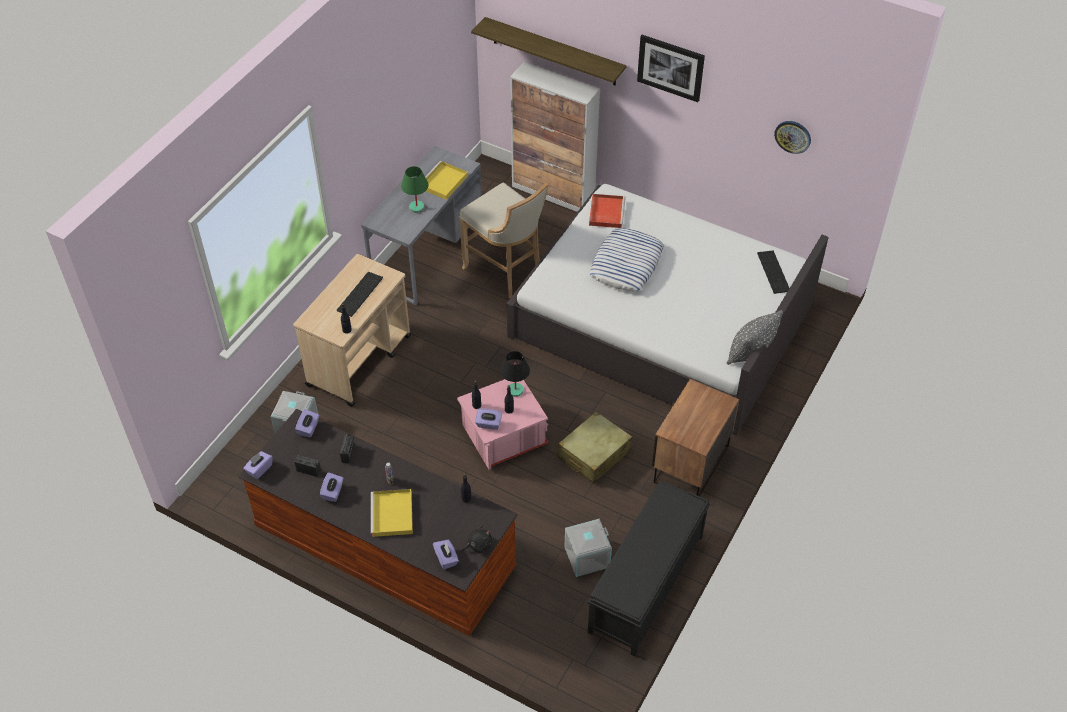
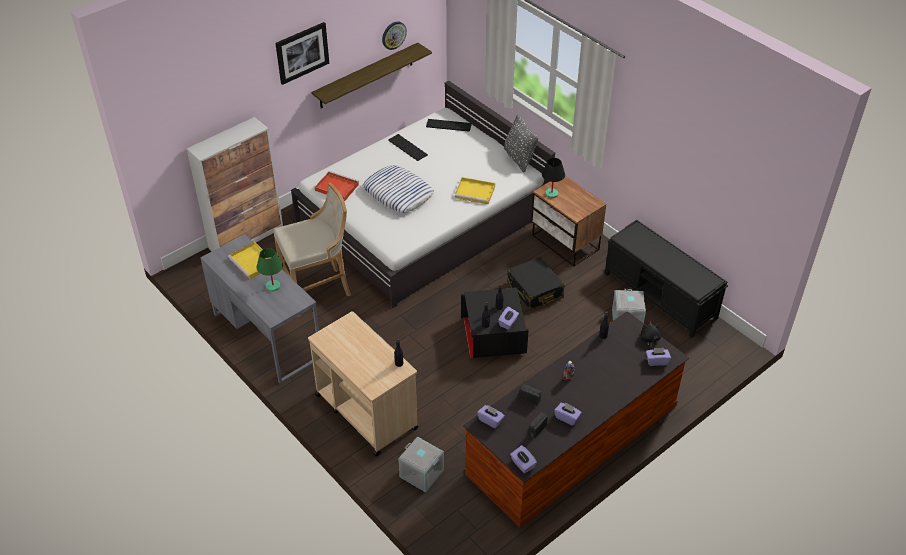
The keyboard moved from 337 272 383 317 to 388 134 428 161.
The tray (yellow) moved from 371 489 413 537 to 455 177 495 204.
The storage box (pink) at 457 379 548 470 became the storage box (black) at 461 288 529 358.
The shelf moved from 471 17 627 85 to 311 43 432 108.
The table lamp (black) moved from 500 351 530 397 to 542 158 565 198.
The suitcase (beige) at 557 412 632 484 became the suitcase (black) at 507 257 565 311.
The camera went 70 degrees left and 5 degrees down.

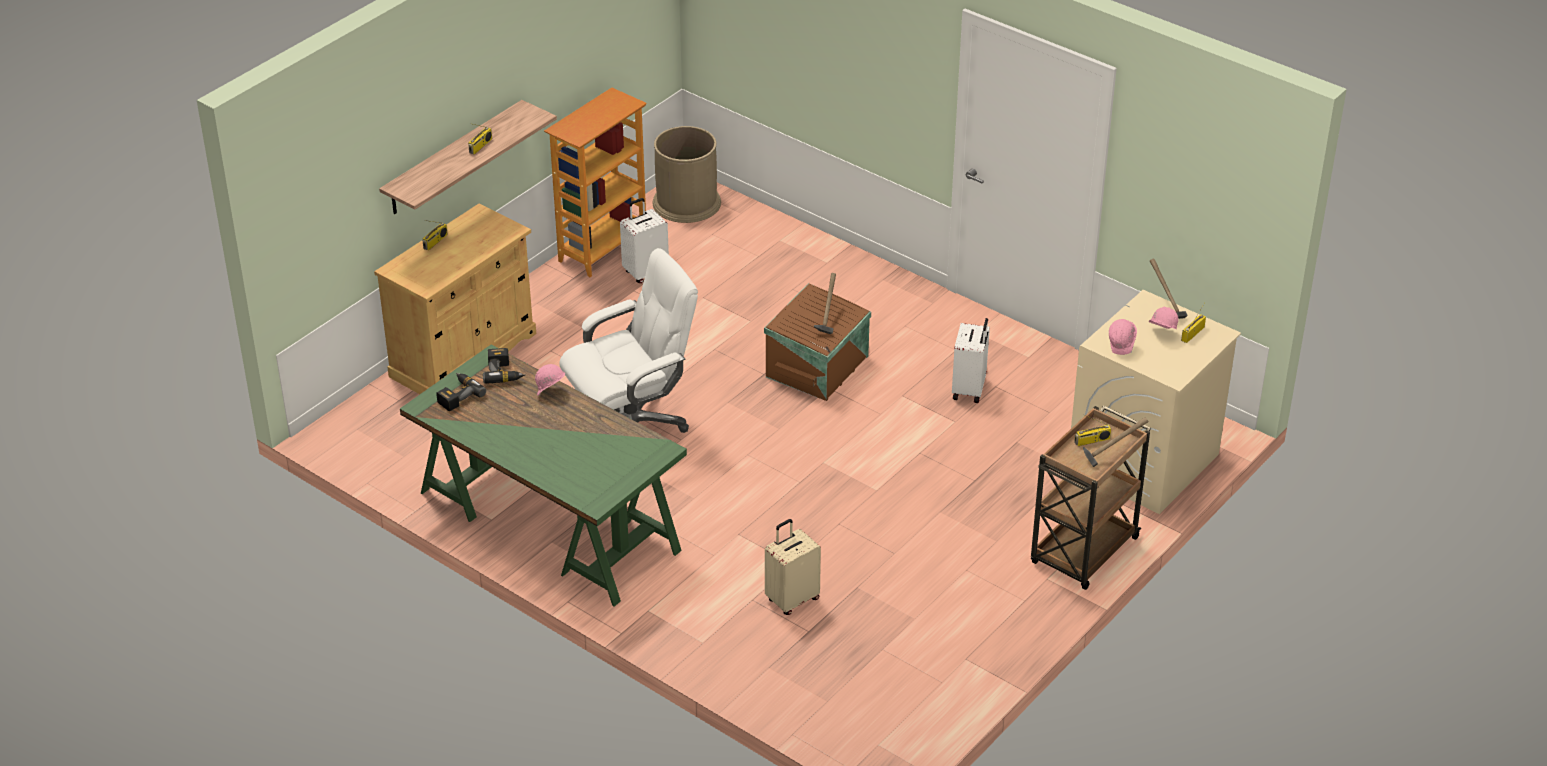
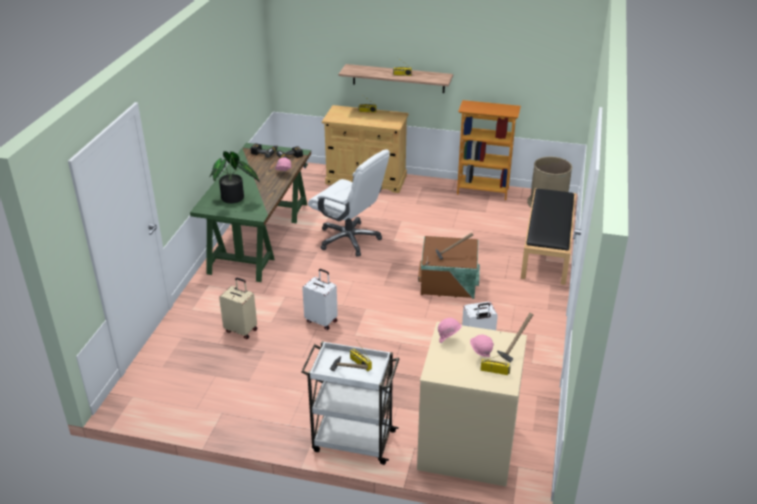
The suitcase (white) moved from 620 198 669 283 to 302 269 338 330.
The cart (brown) at 1031 406 1151 590 became the cart (white) at 301 341 399 465.
The potted plant at 210 151 260 204 appeared.
The bench (black) at 521 188 576 285 appeared.
The camera went 65 degrees right and 5 degrees down.

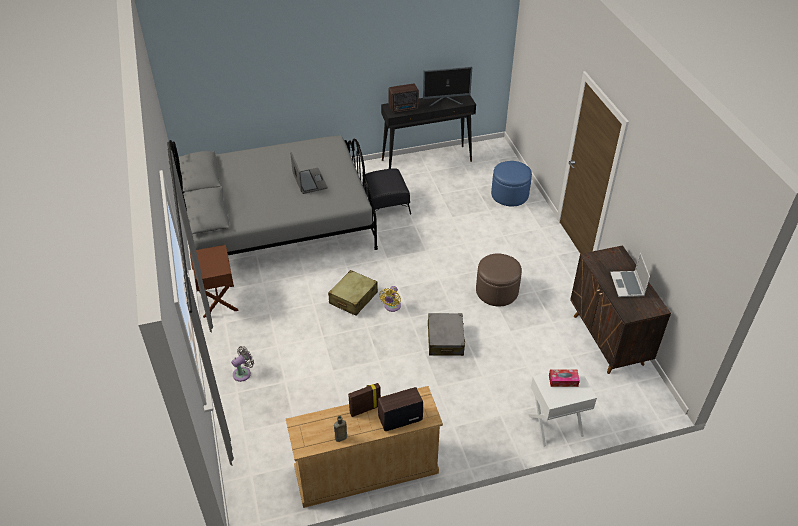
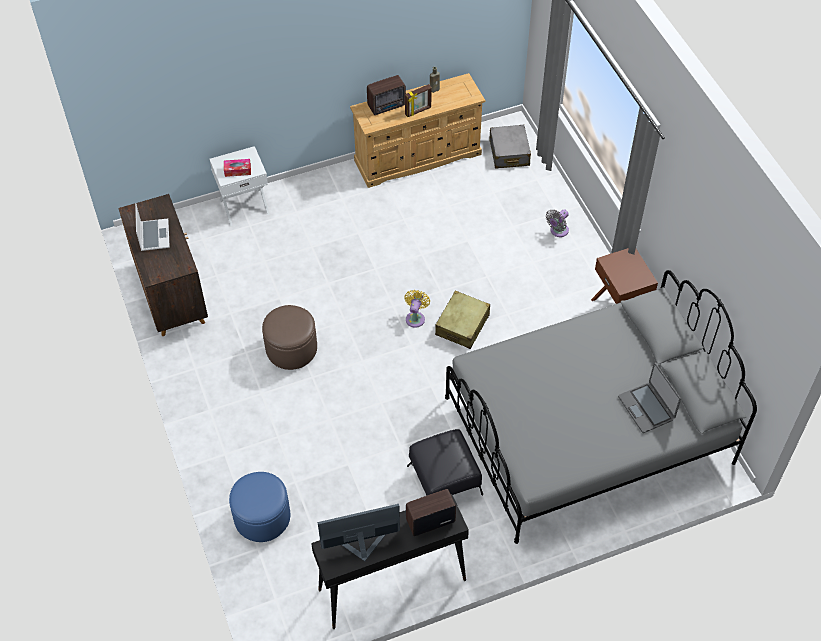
The laptop moved from 290 152 327 194 to 618 362 681 433.
The suitcase (grey) moved from 428 313 466 356 to 489 125 531 169.
The camera went 175 degrees right and 10 degrees up.

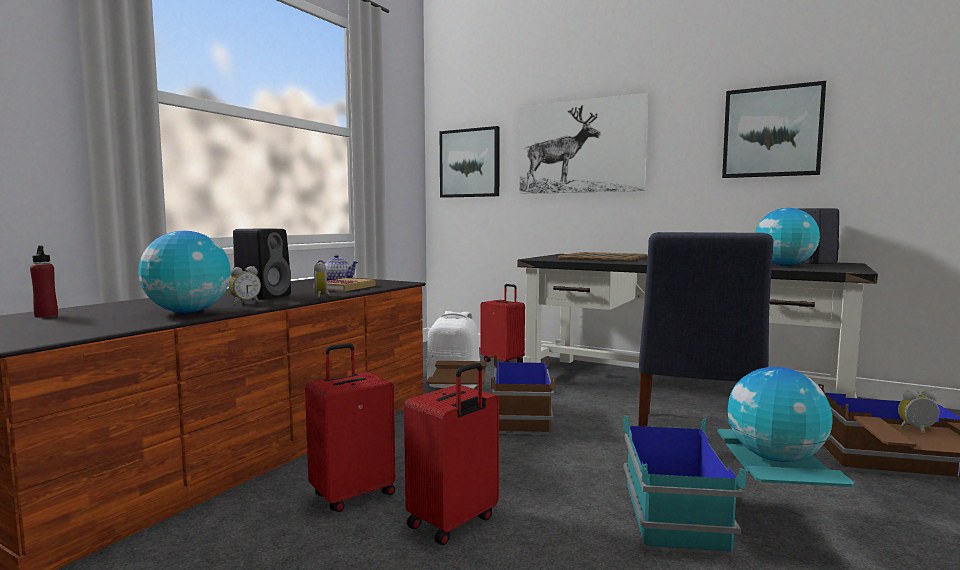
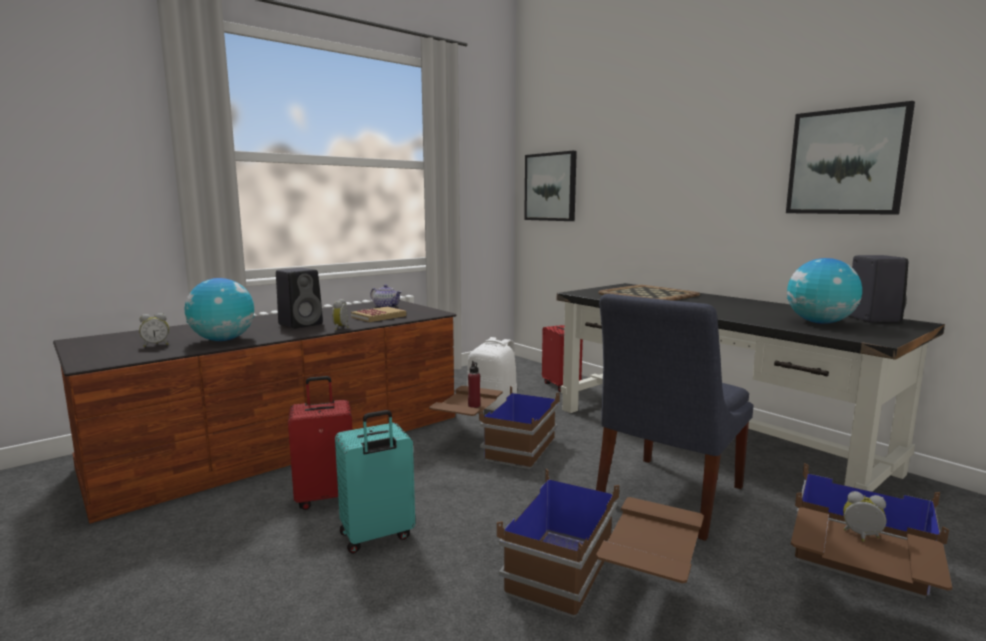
The bottle (red) moved from 30 246 58 318 to 468 361 481 408.
The alarm clock moved from 228 266 261 305 to 139 313 169 347.
The suitcase (red) at 404 363 499 545 became the suitcase (turquoise) at 335 410 415 554.
The picture at 519 93 649 194 disappeared.
The storage box (turquoise) at 623 415 854 555 became the storage box (brown) at 497 469 704 618.
The globe at 728 367 833 462 disappeared.
The camera went 20 degrees right and 5 degrees up.

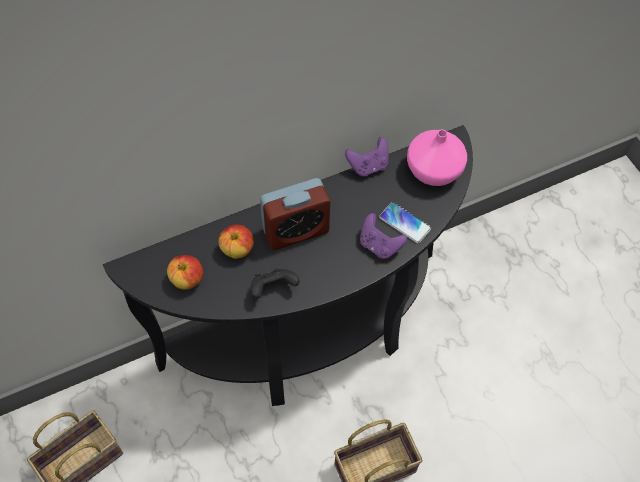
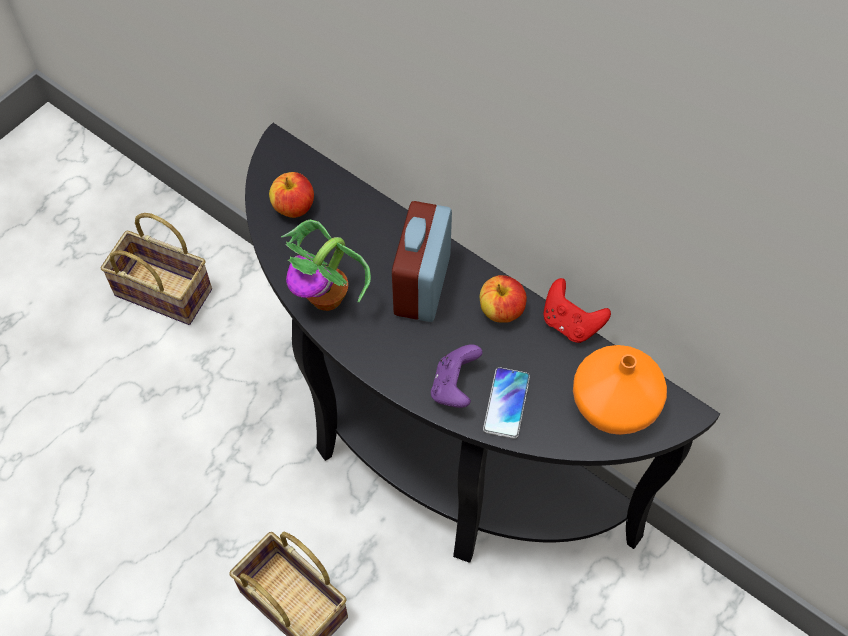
The apple moved from 218 225 253 259 to 480 275 527 323.
The game controller (black) at 250 268 300 298 was replaced by the potted plant at 281 220 371 311.
The alarm clock at 260 178 330 250 turned 60 degrees clockwise.
The game controller (purple) at 345 137 389 176 became the game controller (red) at 543 278 611 343.
The vase (pink) at 407 129 467 186 became the vase (orange) at 573 345 667 435.
The camera went 65 degrees right and 0 degrees up.

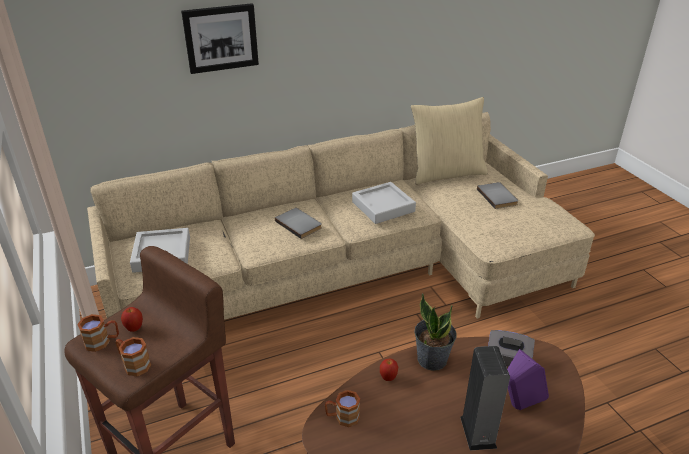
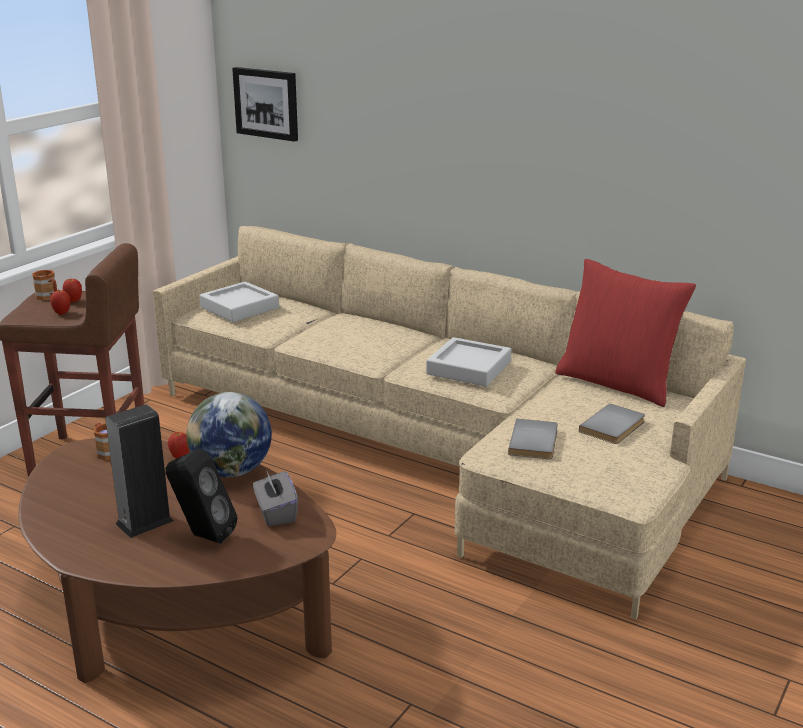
The mug (brown) at 116 337 151 376 disappeared.
The picture moved from 181 3 259 74 to 232 67 298 142.
The book (grey) moved from 275 208 322 239 to 508 419 558 459.
The pillow (beige) at 411 97 488 185 became the pillow (red) at 555 259 696 407.
The potted plant at 414 293 456 371 was replaced by the globe at 186 392 272 477.
The speaker (purple) at 507 349 549 410 became the speaker (black) at 166 448 237 544.
The apple at 50 289 70 315 appeared.
The camera went 55 degrees right and 10 degrees down.

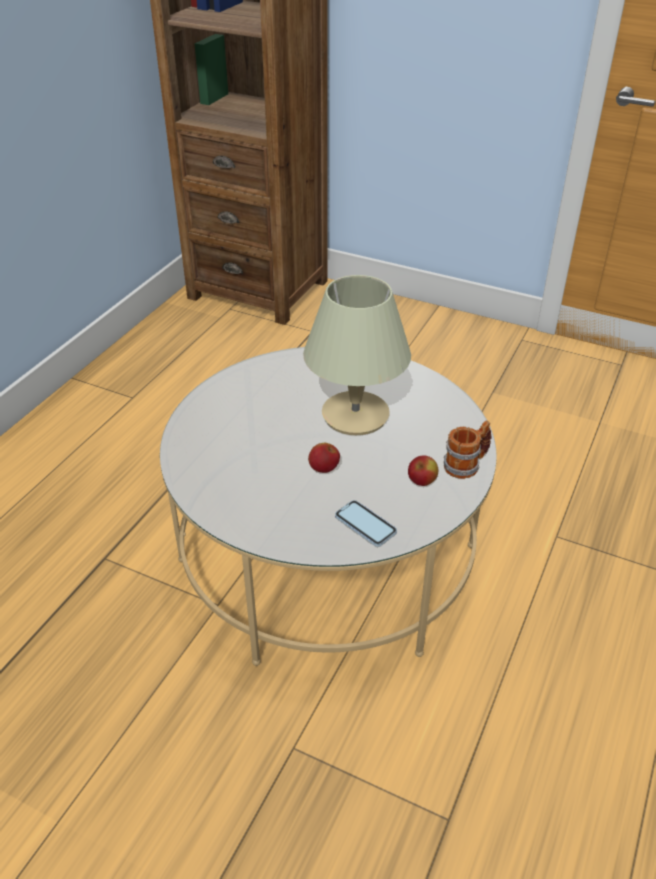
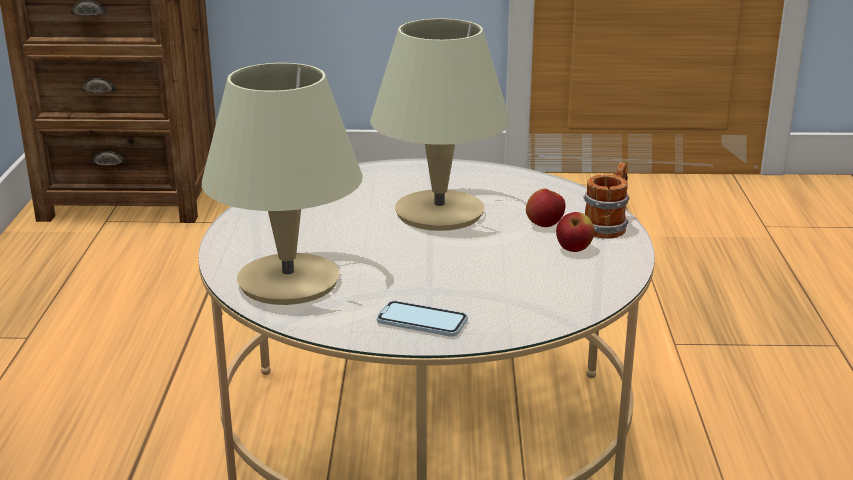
The apple moved from 308 443 340 473 to 526 189 565 227.
The phone moved from 335 500 397 547 to 377 301 468 337.
The table lamp (beige) at 202 63 363 305 appeared.
The camera went 25 degrees left and 15 degrees down.

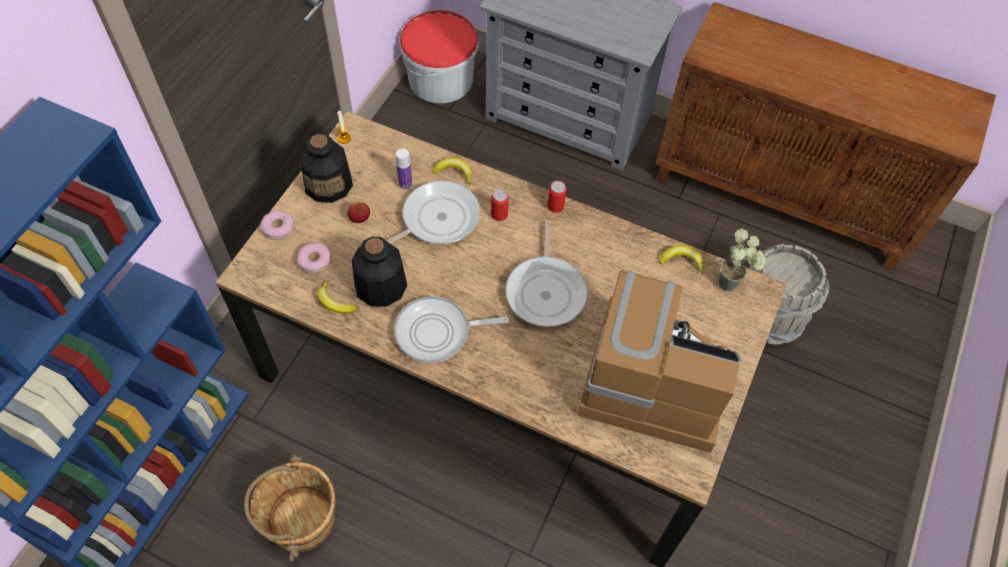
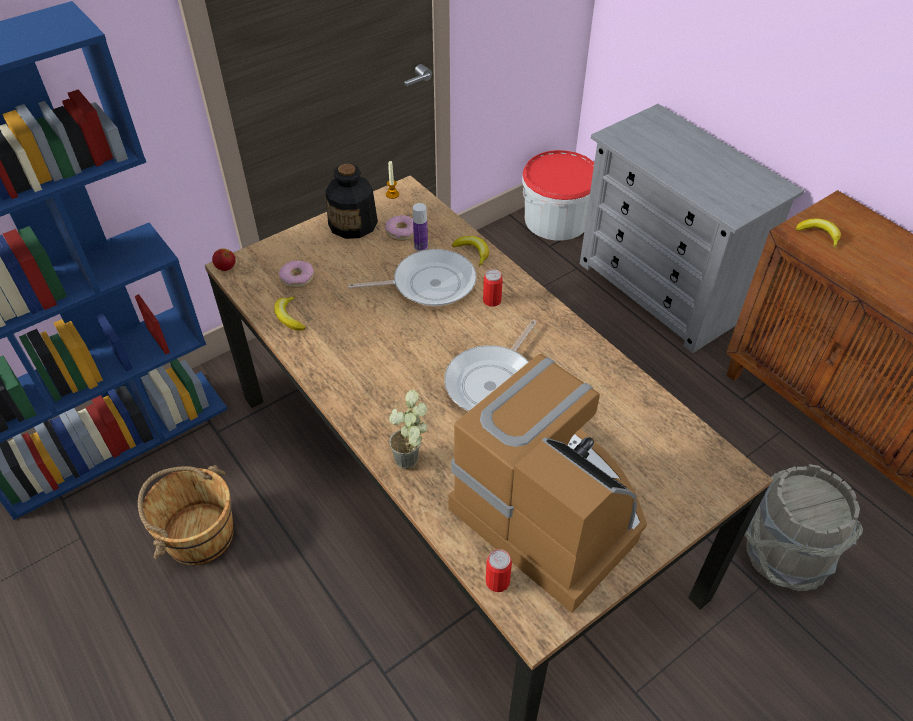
The donut moved from 260 210 295 240 to 385 215 414 241.
The apple moved from 347 202 370 223 to 212 249 236 271.
The bottle at 352 237 407 307 disappeared.
The frying pan at 394 296 509 363 disappeared.
The can moved from 547 181 567 213 to 486 549 512 592.
The banana moved from 659 245 703 274 to 795 218 841 248.
The potted plant moved from 718 229 766 292 to 389 390 427 469.
The camera went 30 degrees right and 10 degrees down.

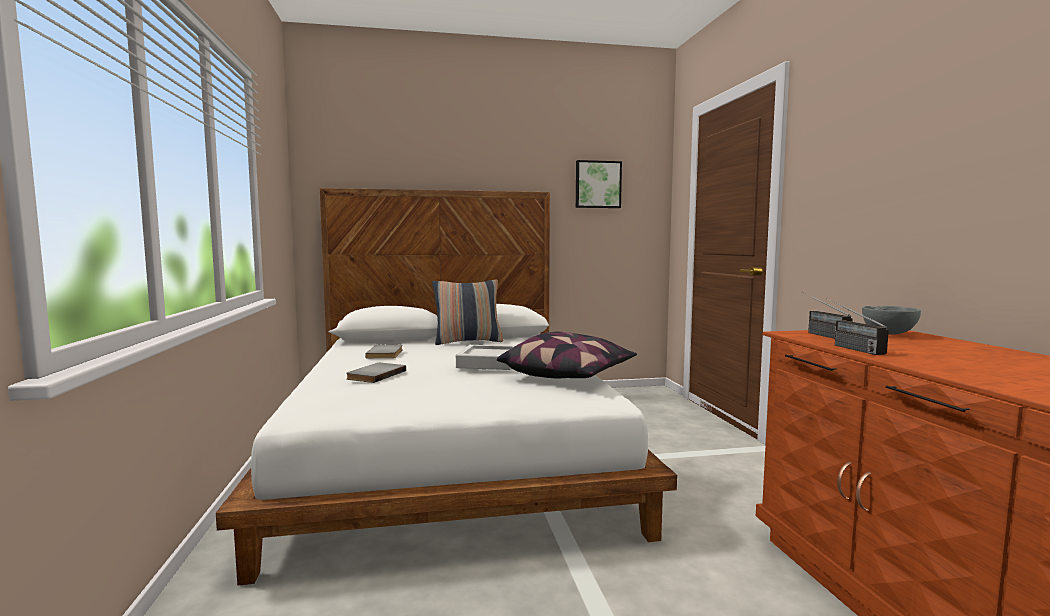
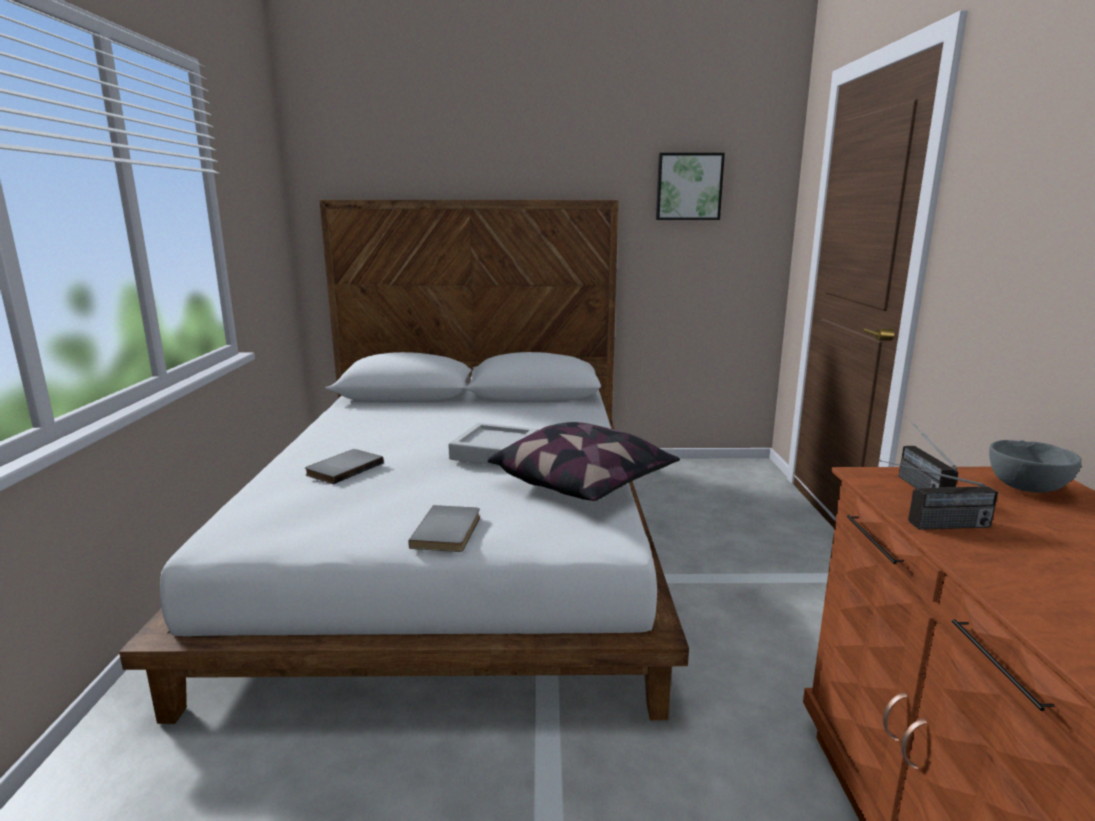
The book (grey) moved from 365 345 403 358 to 408 505 480 552.
The pillow at 432 279 503 345 disappeared.
The radio at 826 298 889 355 turned 90 degrees counterclockwise.
The camera went 10 degrees right and 10 degrees up.

